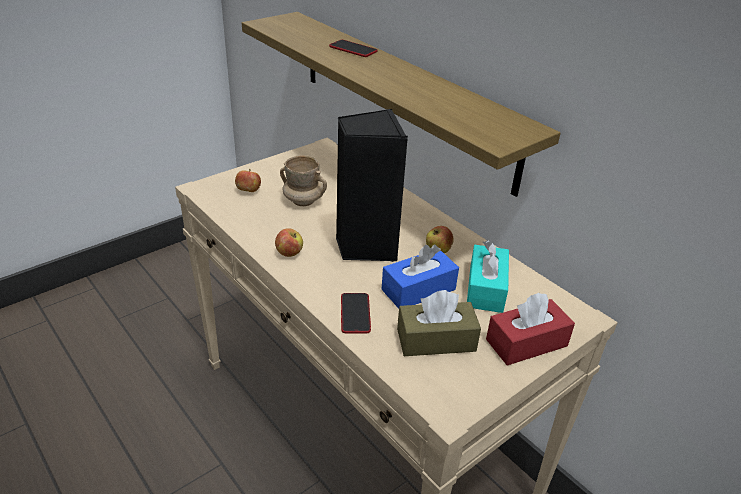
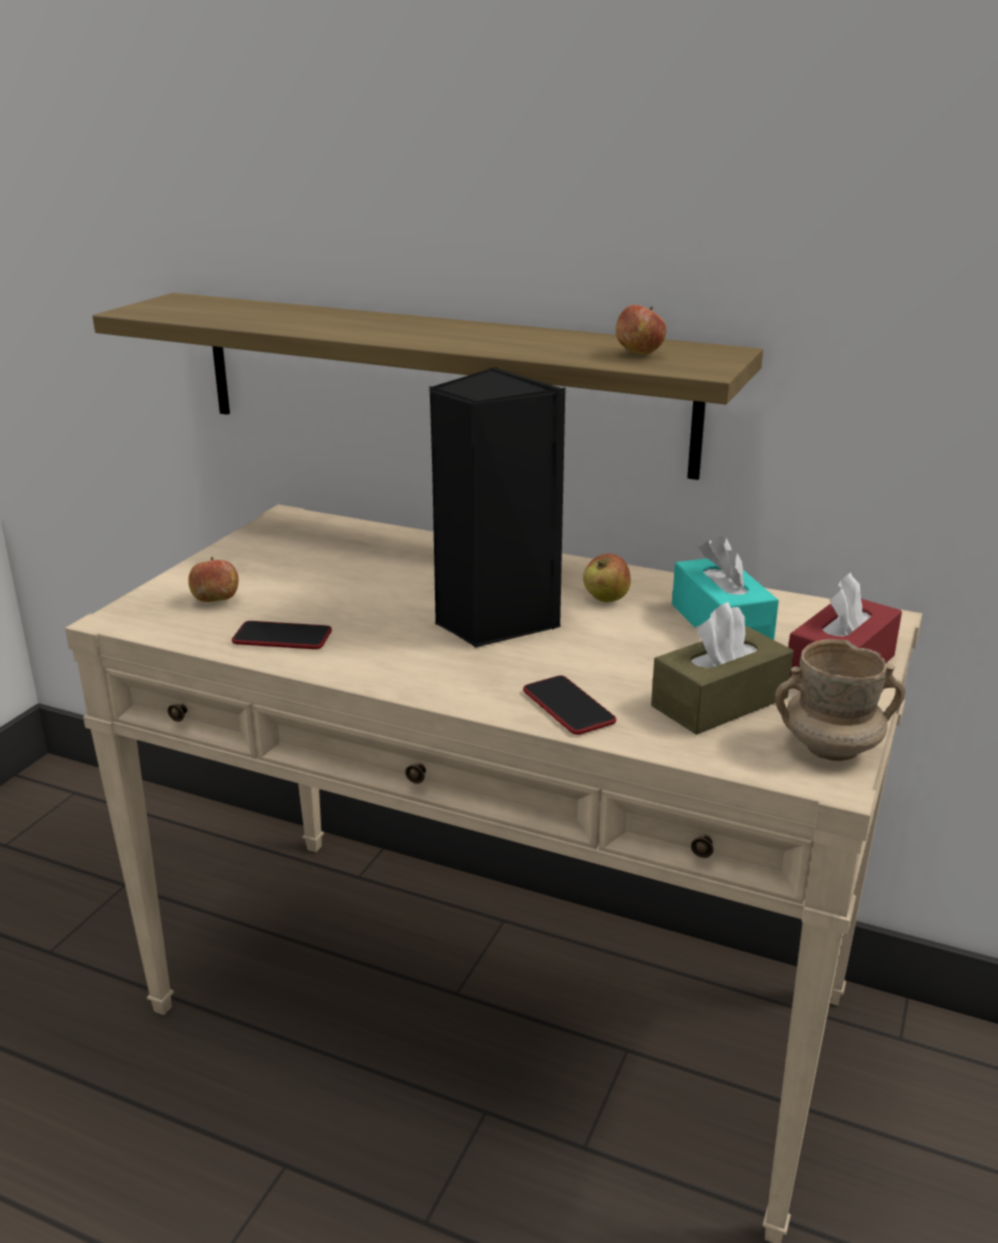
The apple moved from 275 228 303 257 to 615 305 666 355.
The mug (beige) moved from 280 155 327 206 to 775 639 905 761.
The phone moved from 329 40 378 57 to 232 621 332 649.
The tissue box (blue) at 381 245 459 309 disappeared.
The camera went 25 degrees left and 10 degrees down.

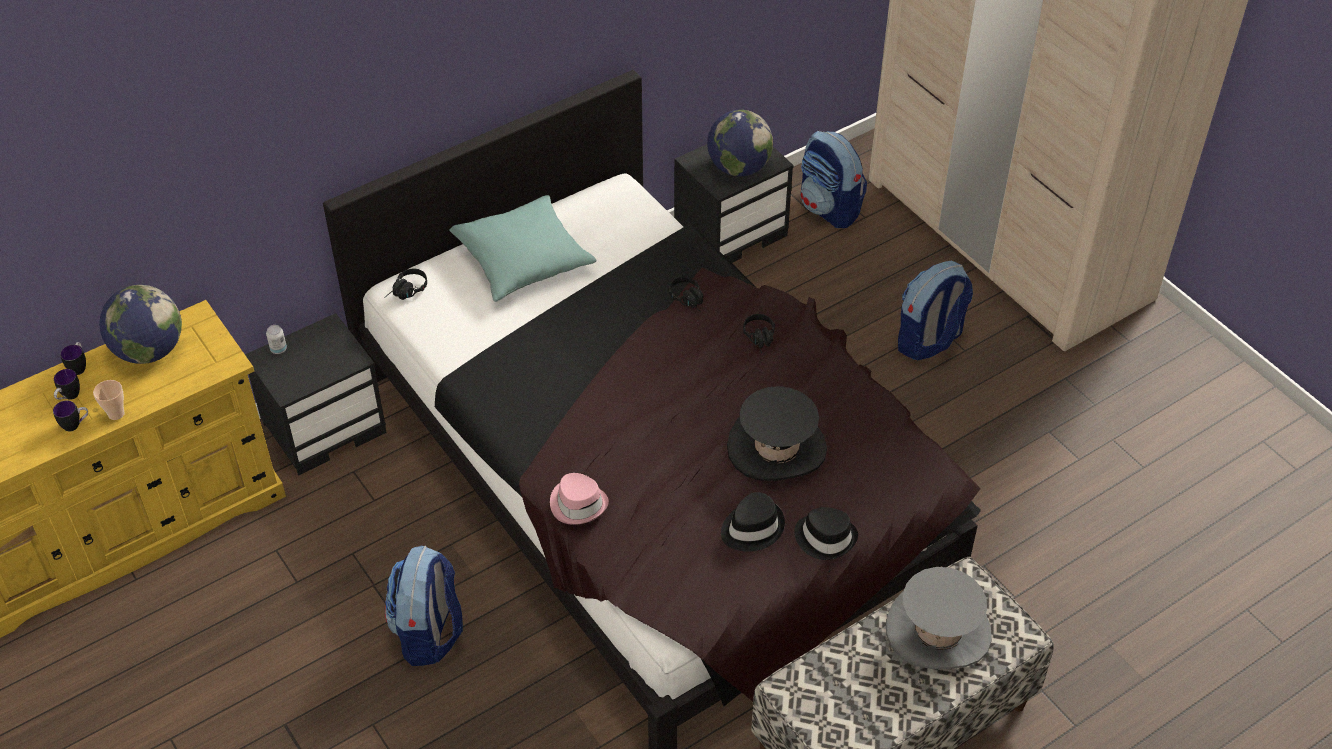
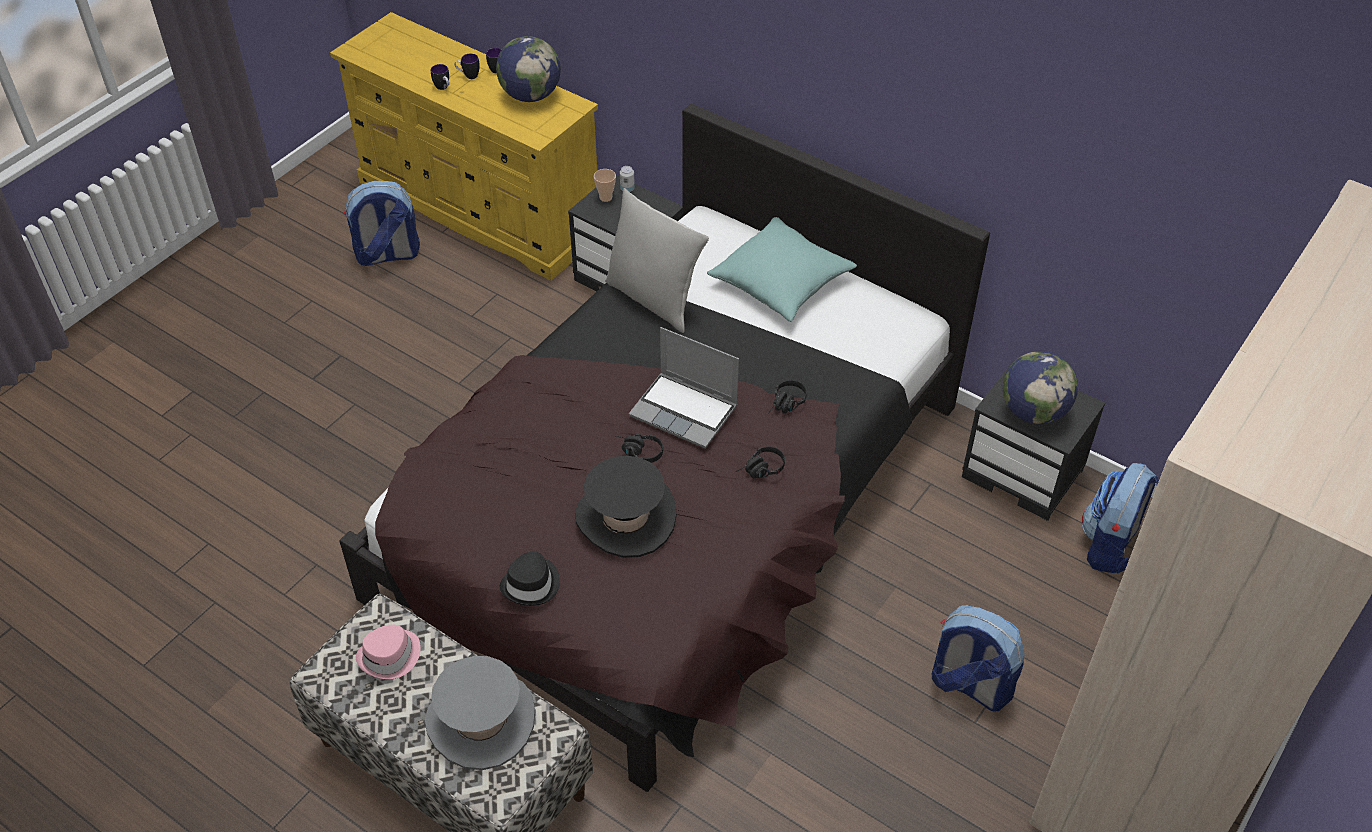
The cup moved from 93 380 125 420 to 594 169 616 202.
The headphones (black) moved from 384 268 427 300 to 616 434 663 463.
The backpack moved from 385 546 463 666 to 344 181 420 266.
The hat (pink) moved from 550 473 609 525 to 356 625 421 680.
The hat (black) at 721 492 785 552 disappeared.
The pillow (grey) at 605 188 709 333 appeared.
The laptop at 629 327 739 449 appeared.
The camera went 70 degrees right and 0 degrees up.

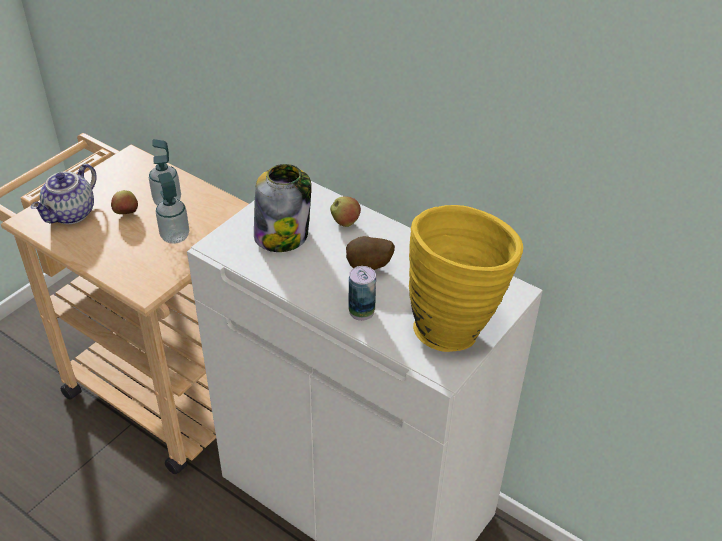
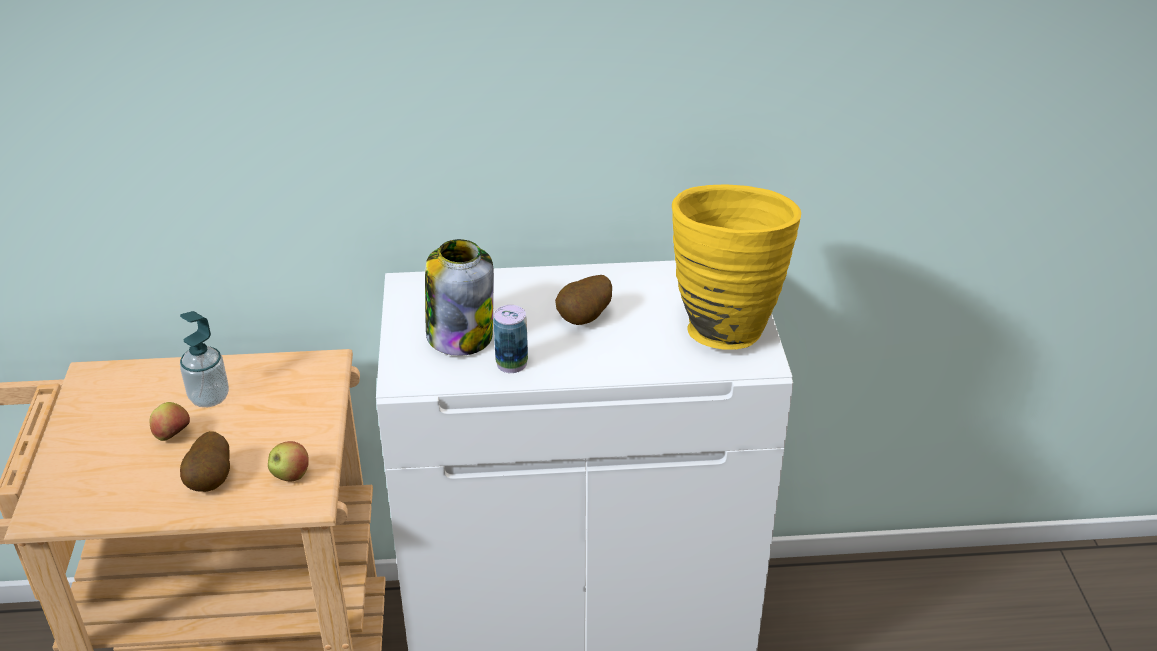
The teapot at 31 164 97 224 disappeared.
The soap dispenser at 156 172 189 244 disappeared.
The apple moved from 330 196 361 227 to 268 441 309 482.
The can moved from 349 266 376 321 to 493 305 528 373.
The potato at 180 431 230 492 appeared.
The camera went 40 degrees left and 5 degrees down.

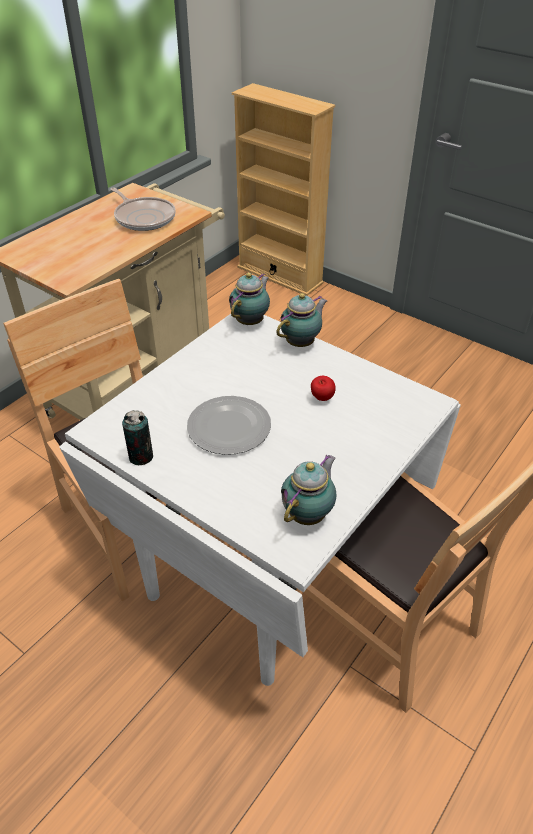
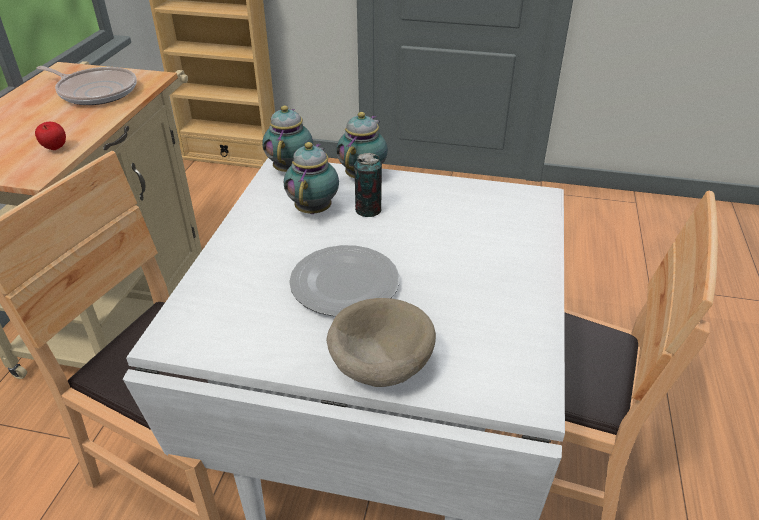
The can moved from 122 410 153 465 to 354 153 382 217.
The teapot moved from 281 454 336 525 to 284 142 339 214.
The apple moved from 311 376 336 401 to 35 122 66 150.
The bowl (beige) at 326 298 436 387 appeared.
The camera went 25 degrees left and 5 degrees down.

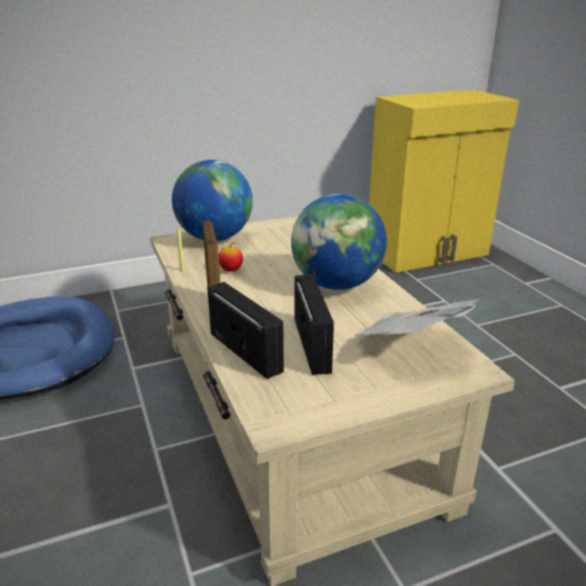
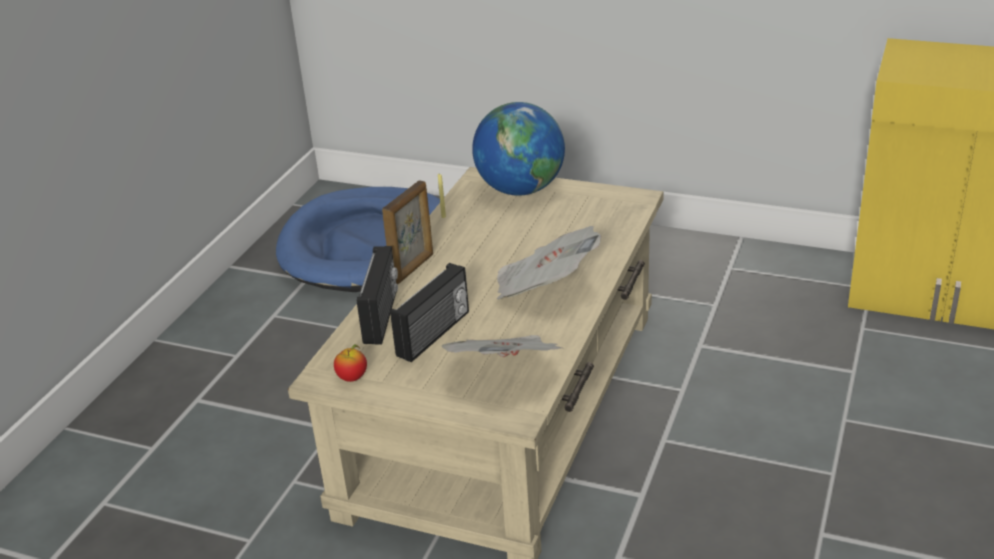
The apple moved from 219 242 243 272 to 334 344 367 382.
The globe at 291 194 387 290 was replaced by the newspaper at 497 226 601 300.
The camera went 45 degrees right and 5 degrees up.

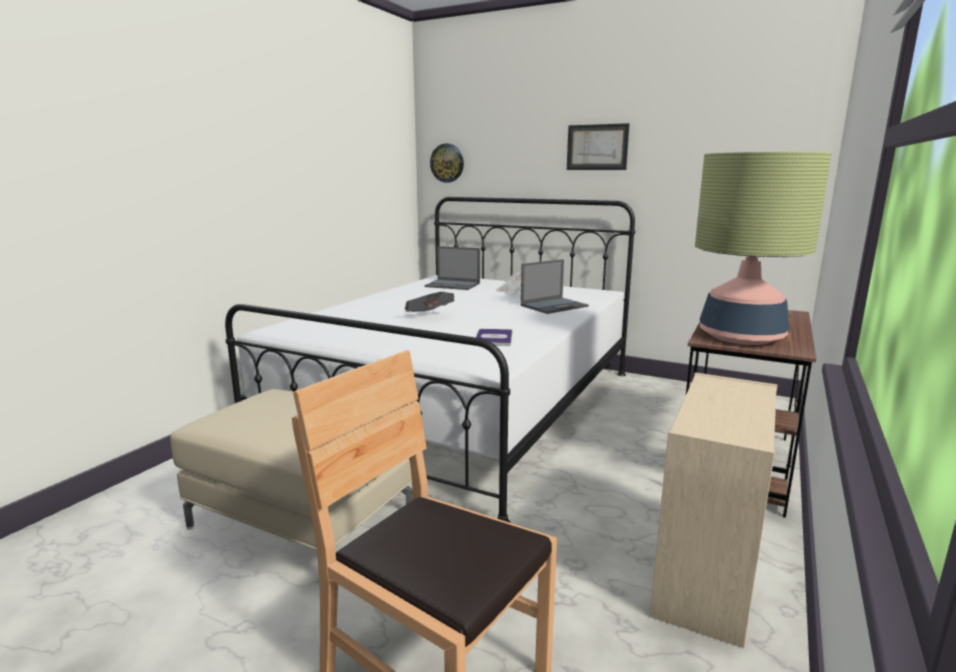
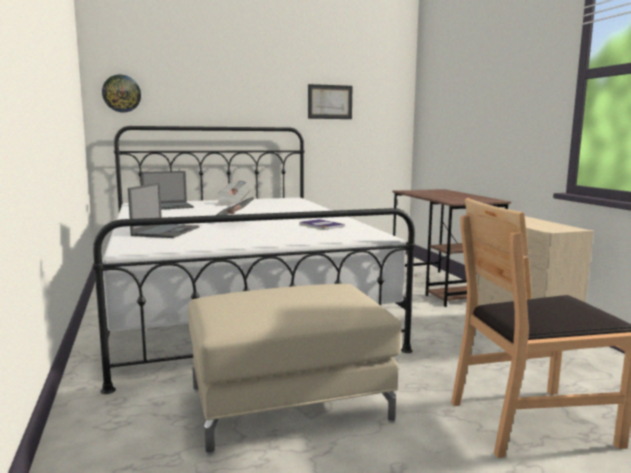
The laptop moved from 521 259 589 314 to 128 182 199 238.
The picture moved from 567 123 629 170 to 308 84 353 119.
The table lamp at 695 152 832 345 disappeared.
The camera went 45 degrees left and 5 degrees down.

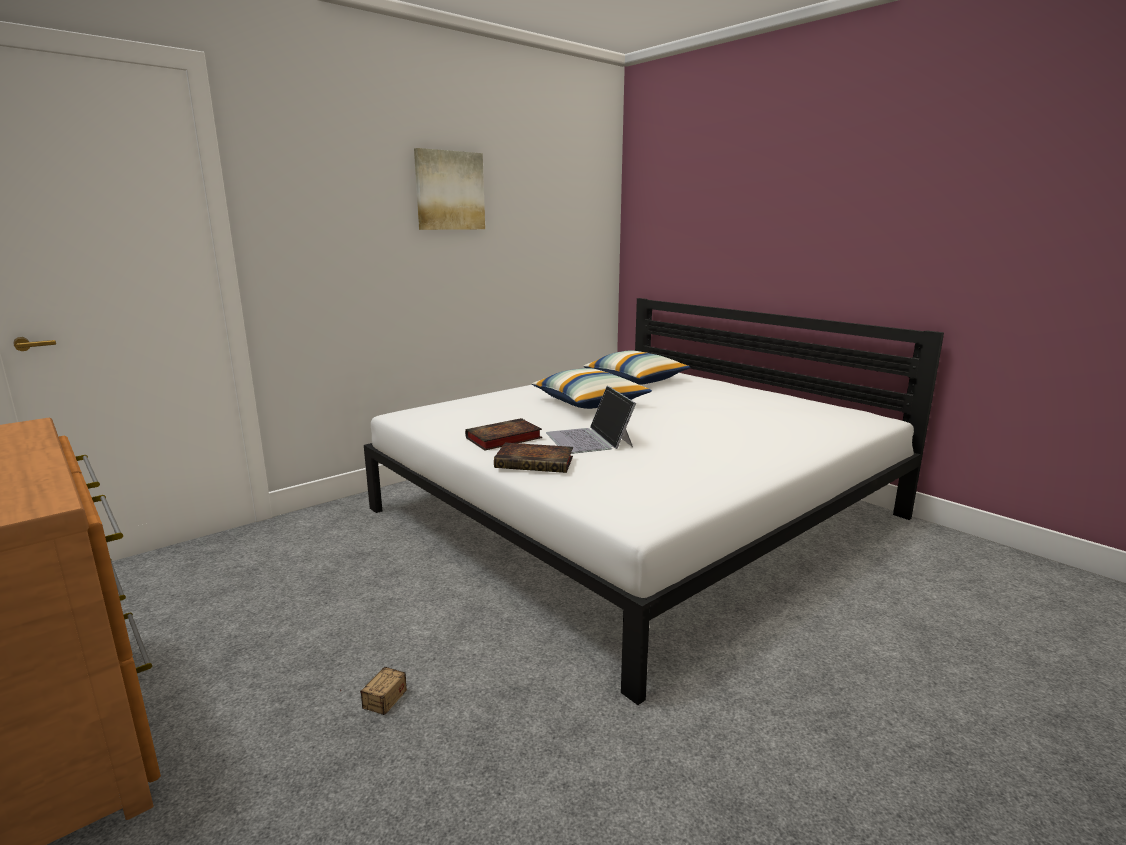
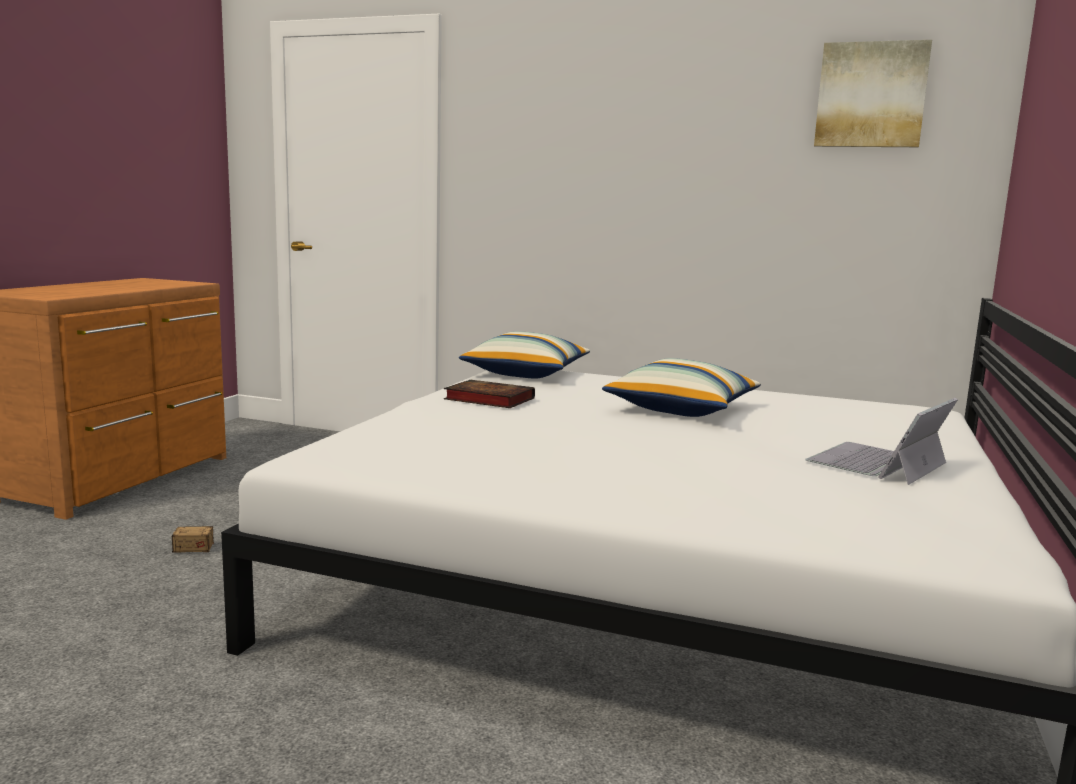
The picture moved from 414 148 485 230 to 814 40 932 147.
The book at 494 442 573 473 disappeared.
The laptop moved from 546 386 636 454 to 805 398 958 485.
The pillow moved from 583 350 690 385 to 459 331 590 378.
The camera went 60 degrees right and 5 degrees down.

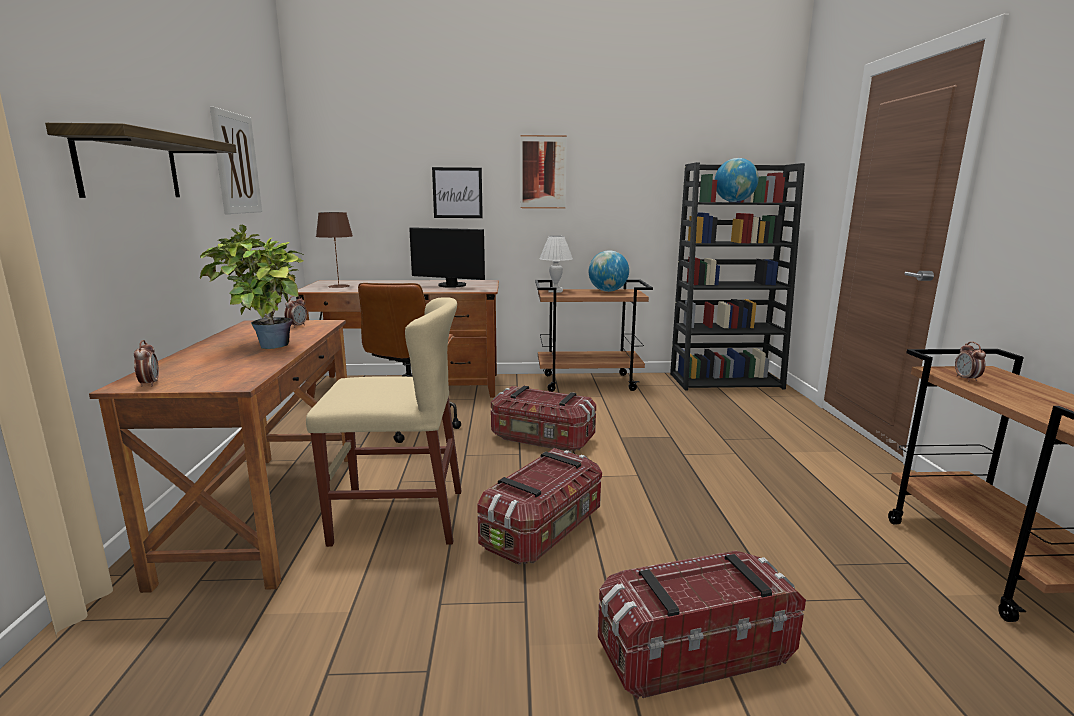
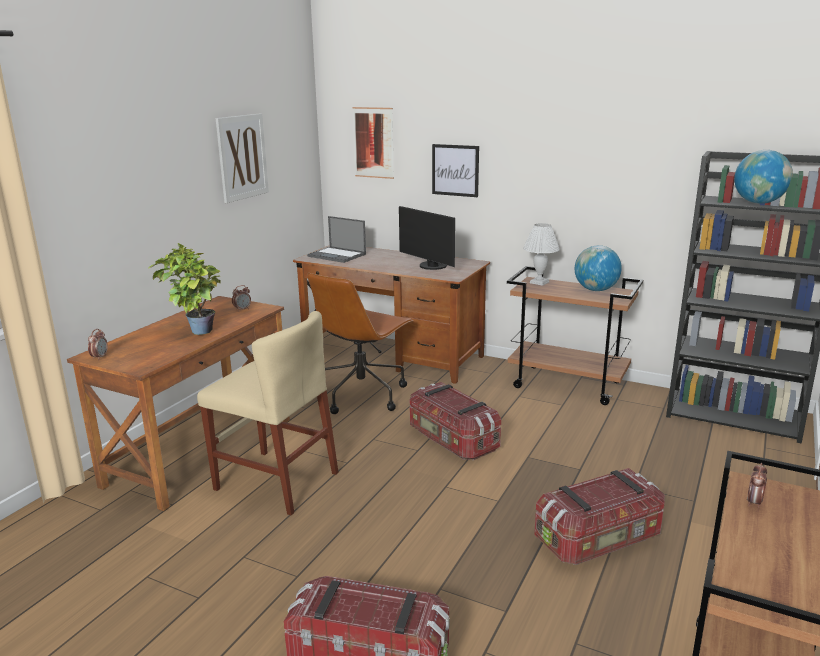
The shelf at 45 123 237 198 disappeared.
The table lamp (brown) at 316 212 353 288 was replaced by the laptop at 307 216 366 263.
The storage box moved from 477 448 602 565 to 534 468 665 565.
The picture moved from 520 135 567 209 to 353 107 394 179.
The camera went 30 degrees right and 5 degrees up.

